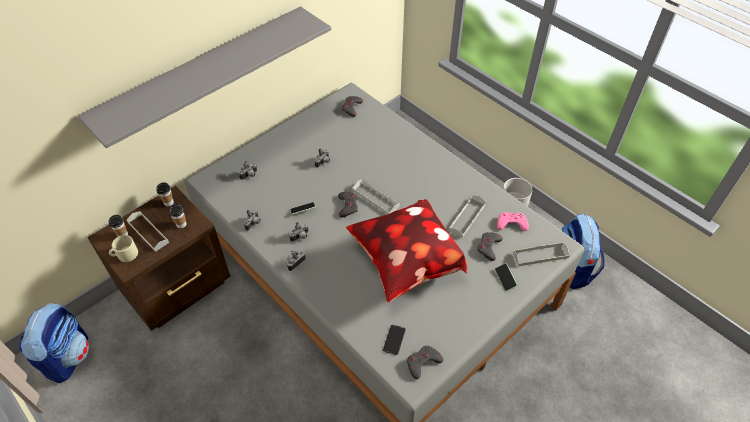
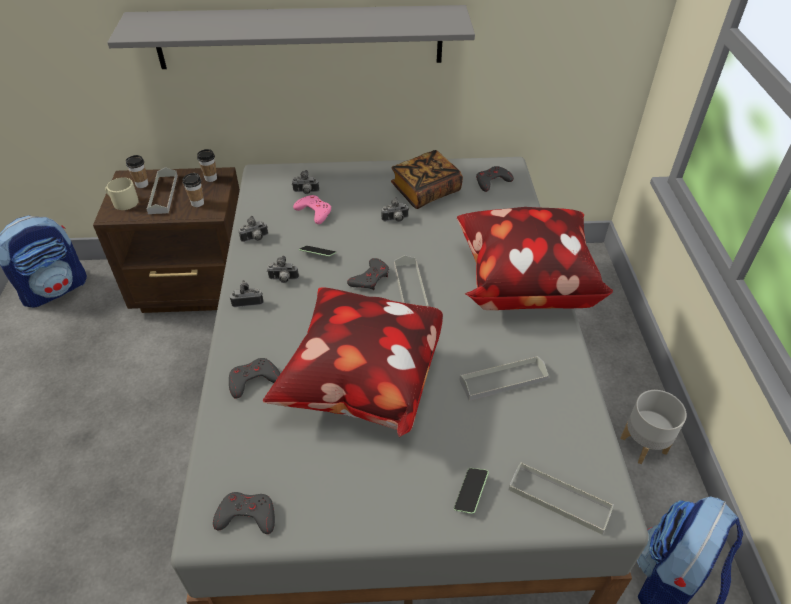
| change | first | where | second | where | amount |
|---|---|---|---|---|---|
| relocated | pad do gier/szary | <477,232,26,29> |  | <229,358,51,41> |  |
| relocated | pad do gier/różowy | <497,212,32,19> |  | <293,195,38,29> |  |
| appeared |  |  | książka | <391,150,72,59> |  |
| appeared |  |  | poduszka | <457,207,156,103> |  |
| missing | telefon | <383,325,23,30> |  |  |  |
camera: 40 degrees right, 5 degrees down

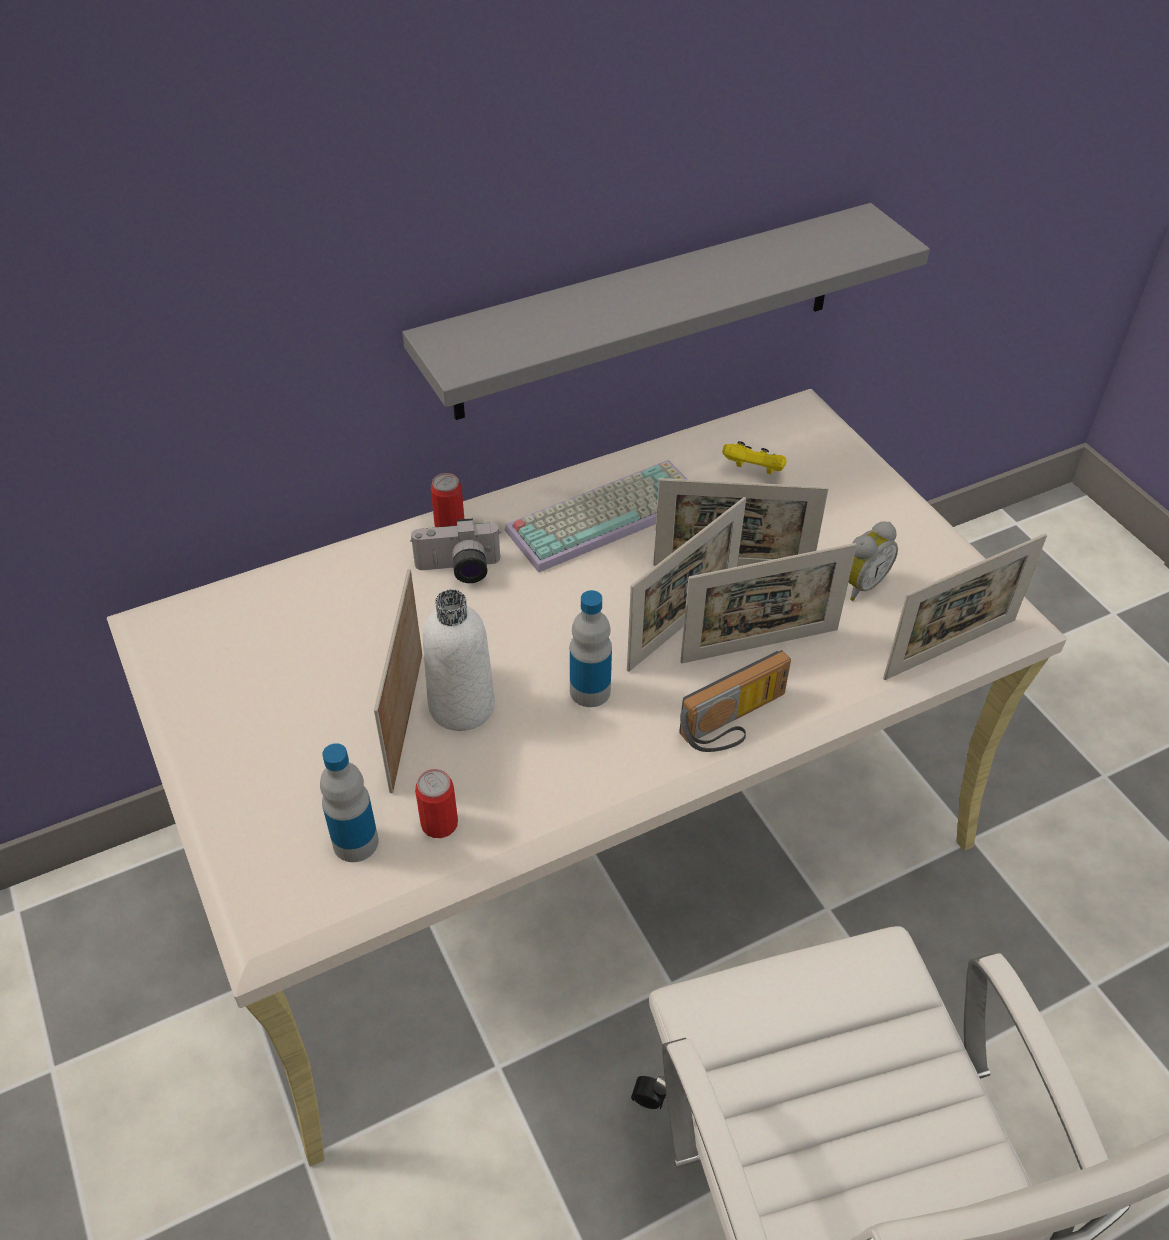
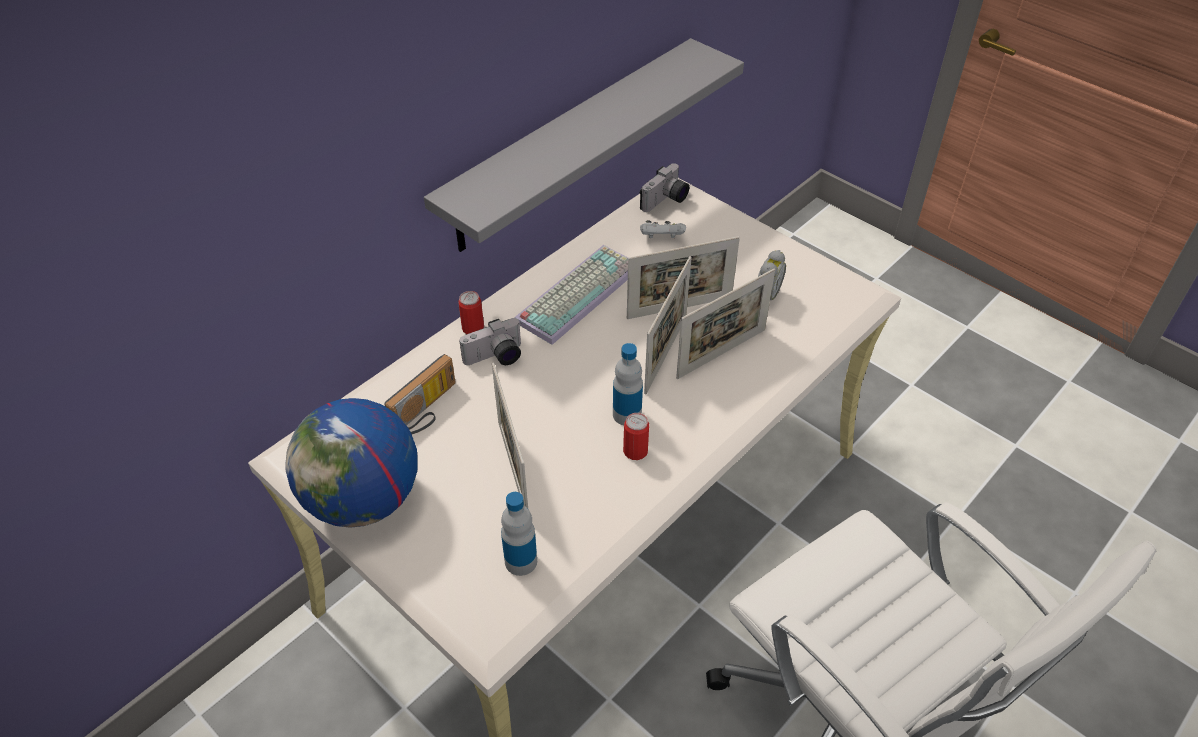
| change | first | where | second | where | amount |
|---|---|---|---|---|---|
| appeared |  |  | globus | <285,398,133,129> |  |
| relocated | radio | <679,650,112,102> |  | <384,354,72,80> |  |
| relocated | puszka | <415,769,43,69> |  | <623,413,26,47> |  |
| appeared |  |  | aparat fotograficzny | <640,163,49,49> |  |
| colour | pad do gier/żółty | <722,441,65,33> | pad do gier/biały | <640,220,46,18> |  |
| missing | butelka/biały | <423,589,72,142> |  |  |  |
| missing | ramka na zdjęcie | <883,534,164,146> |  |  |  |
camera: 20 degrees left, 0 degrees up

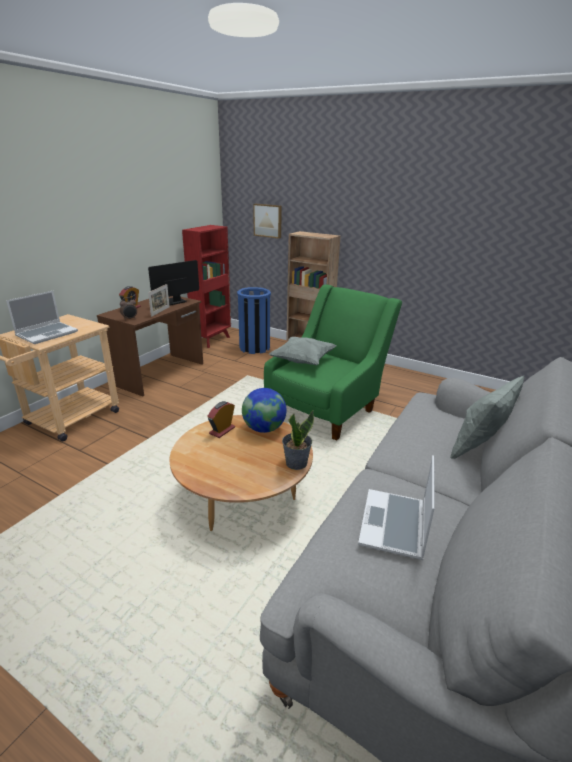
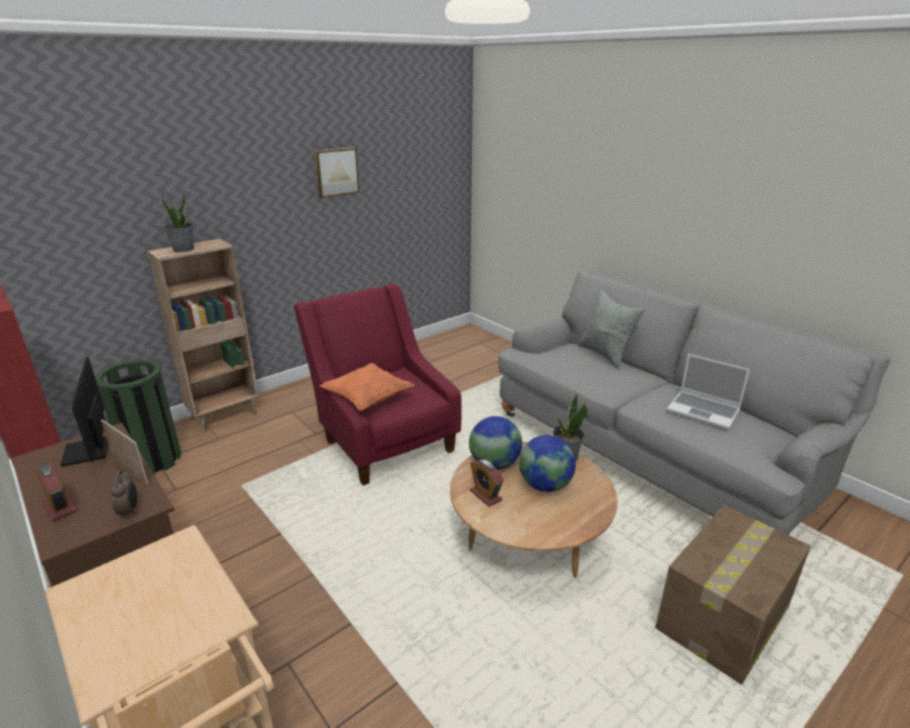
| change | first | where | second | where | amount |
|---|---|---|---|---|---|
| colour | kosz na śmieci/niebieski | <237,287,34,67> | kosz na śmieci/zielony | <95,359,86,116> |  |
| appeared |  |  | roślina doniczkowa | <161,191,33,61> |  |
| colour | fotel/zielony | <264,284,138,156> | fotel/czerwony | <294,284,168,202> |  |
| relocated | obraz | <253,204,29,35> |  | <314,147,46,51> |  |
| colour | poduszka/szary | <269,337,67,28> | poduszka/pomarańczowy | <320,363,95,48> |  |
| appeared |  |  | globus | <519,435,57,57> |  |
| appeared |  |  | karton | <655,505,155,179> |  |
| missing | laptop | <6,291,72,53> |  |  |  |
camera: 70 degrees left, 0 degrees up

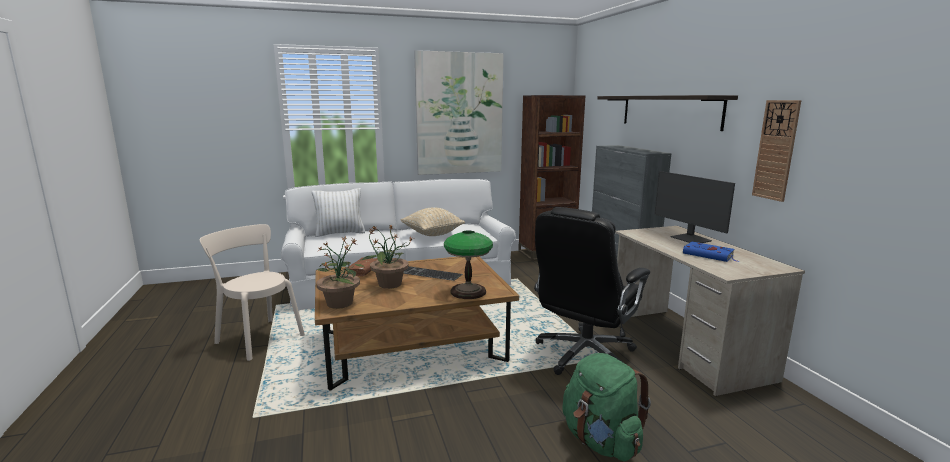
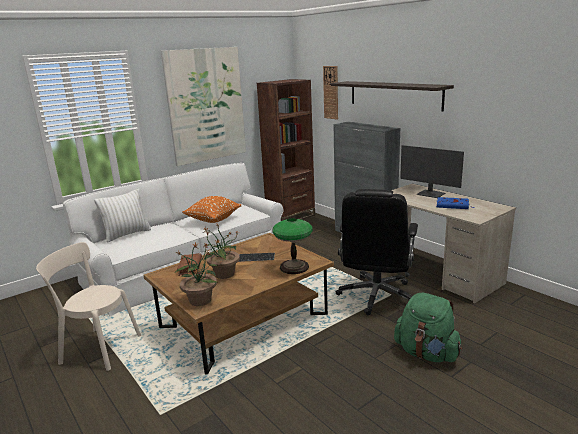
| change | first | where | second | where | amount |
|---|---|---|---|---|---|
| colour | poduszka/beżowy | <400,207,65,29> | poduszka/pomarańczowy | <183,196,58,27> |  |
| relocated | zegar ścienny | <752,100,49,102> |  | <323,66,15,53> |  |
camera: 20 degrees left, 5 degrees up

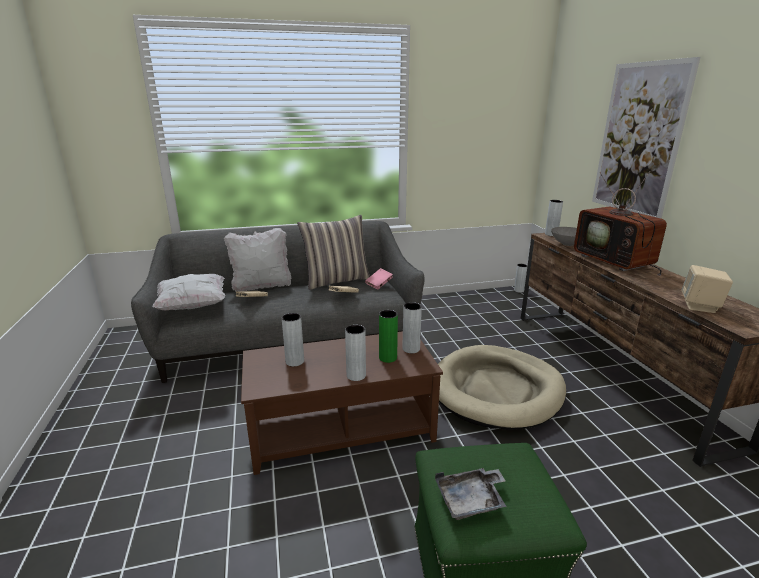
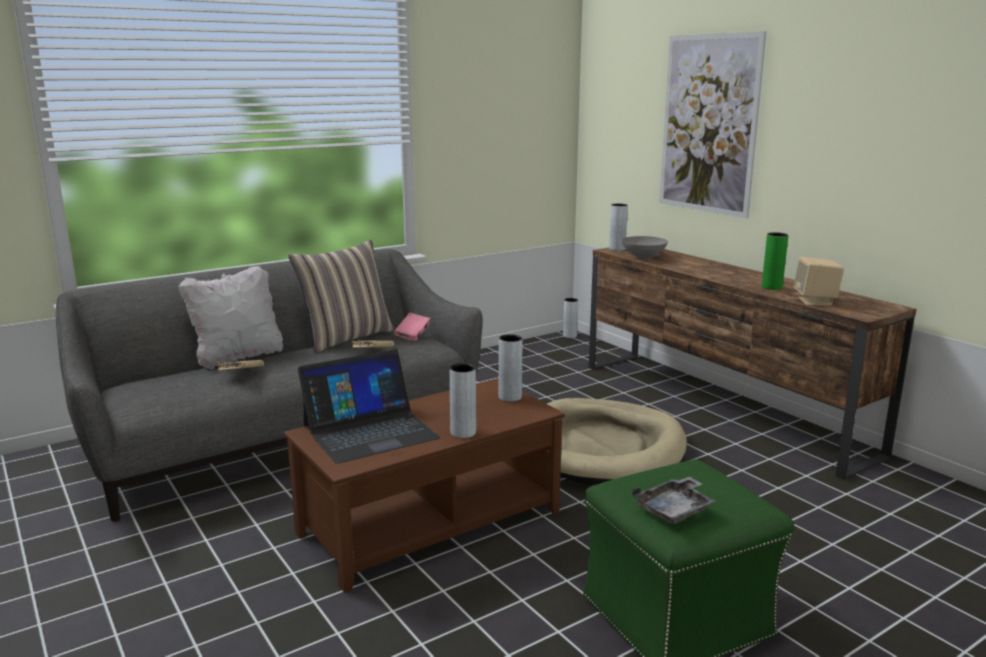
| change | first | where | second | where | amount |
|---|---|---|---|---|---|
| exchanged | wazon/szary | <282,313,22,53> | laptop | <298,349,142,115> |  |
| relocated | wazon/zielony | <379,310,19,53> |  | <762,232,26,58> |  |
| missing | poduszka/biały | <152,274,73,36> |  |  |  |
| missing | telewizor | <574,171,93,105> |  |  |  |
camera: 20 degrees left, 5 degrees down

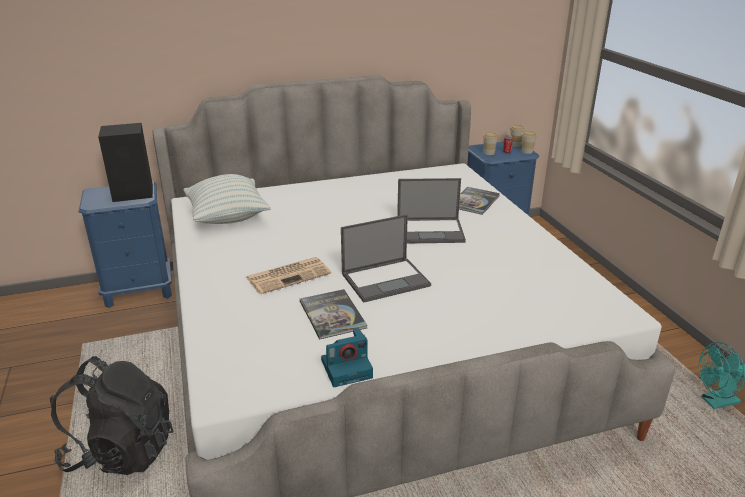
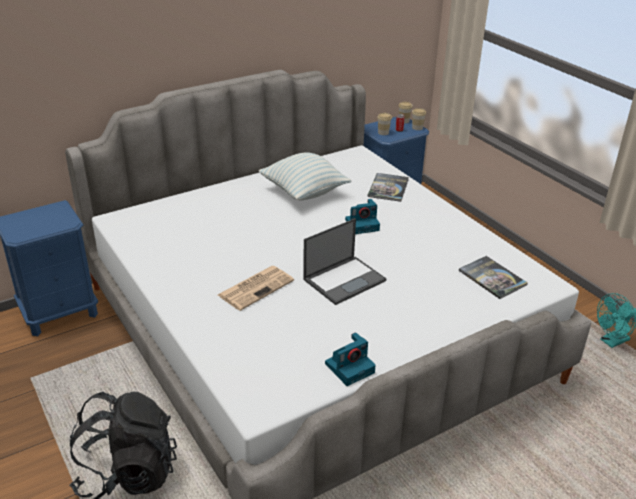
| change | first | where | second | where | amount |
|---|---|---|---|---|---|
| relocated | poduszka | <183,174,88,50> |  | <259,152,93,48> |  |
| exchanged | laptop | <397,178,69,66> | aparat fotograficzny | <345,199,35,35> |  |
| relocated | książka | <300,289,67,51> |  | <459,256,69,43> |  |
| missing | głośnik/czarny | <98,123,55,79> |  |  |  |
camera: 15 degrees left, 5 degrees up

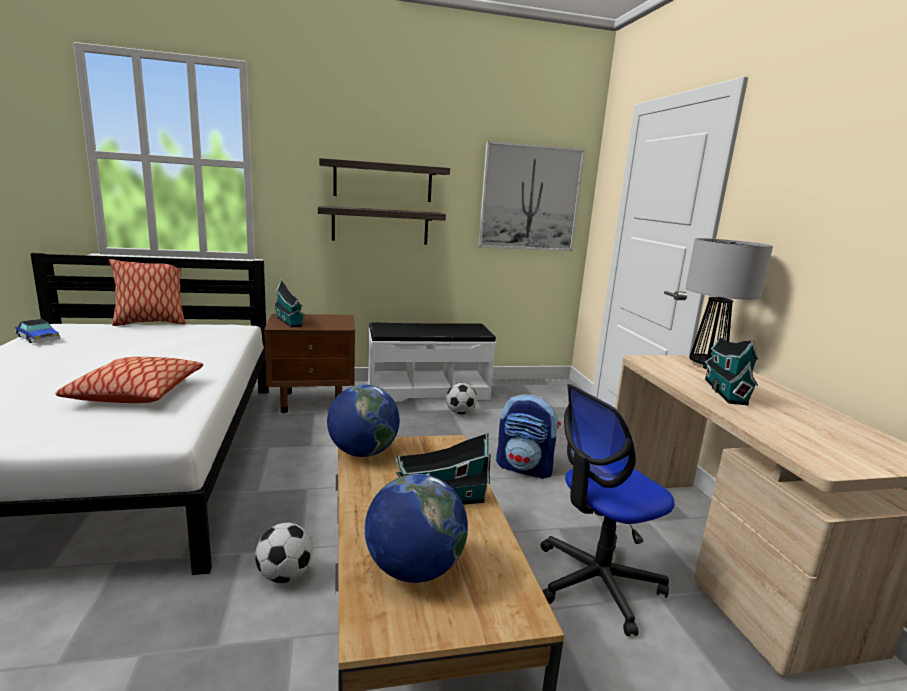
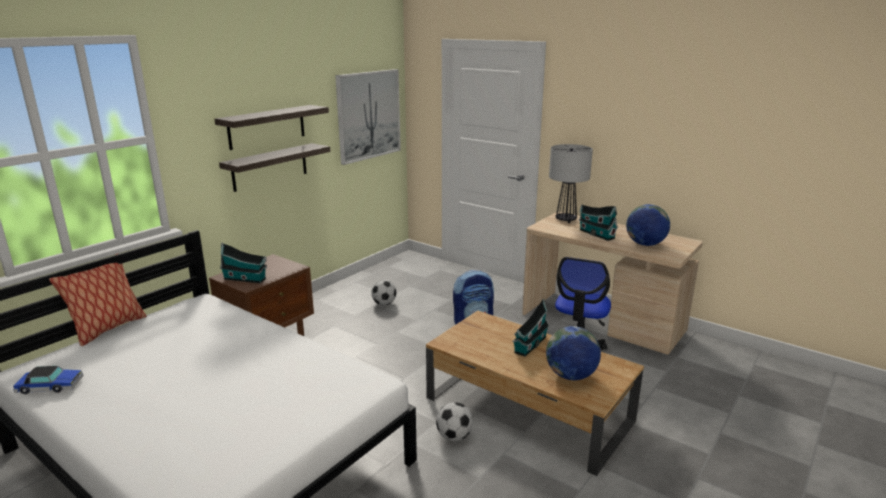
| change | first | where | second | where | amount |
|---|---|---|---|---|---|
| relocated | globus | <327,385,73,72> |  | <626,204,44,42> |  |
| missing | poduszka | <55,357,148,46> |  |  |  |
| missing | ławka/biały | <368,322,128,80> |  |  |  |
camera: 40 degrees left, 5 degrees up

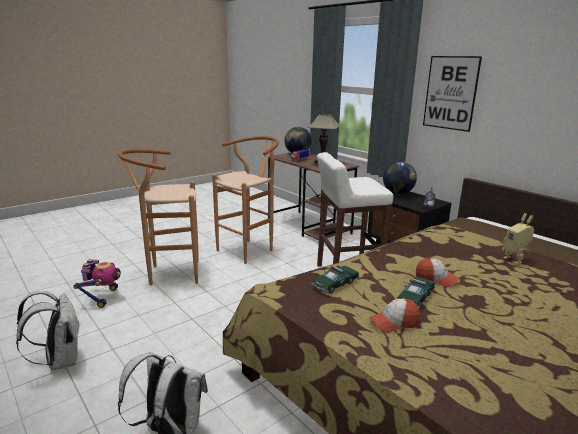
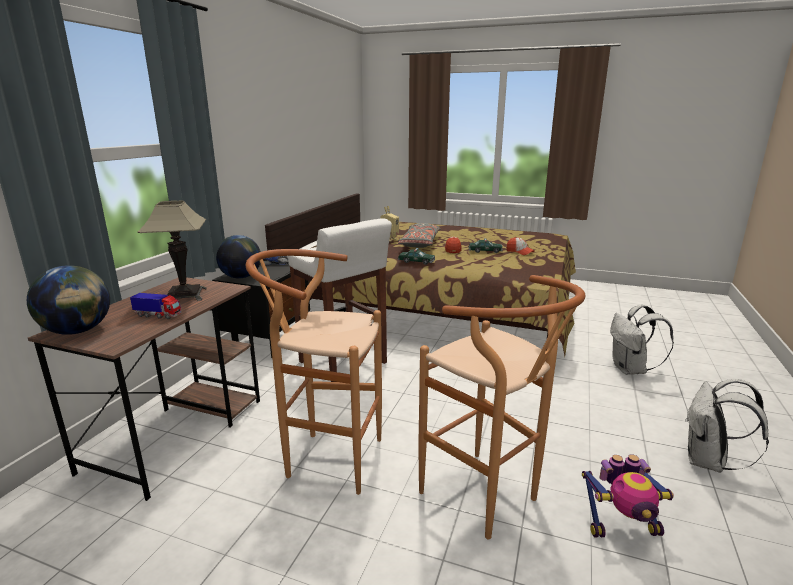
| change | first | where | second | where | amount |
|---|---|---|---|---|---|
| appeared |  |  | poduszka/szary | <398,223,43,25> |  |
| relocated | samochodzik | <311,265,49,28> |  | <398,248,37,17> |  |
| spun | robot zabawkowy | <73,259,48,49> |  | <582,454,92,84> | 150 degrees counterclockwise |
| missing | obraz | <423,56,59,76> |  |  |  |
camera: 120 degrees left, 0 degrees up

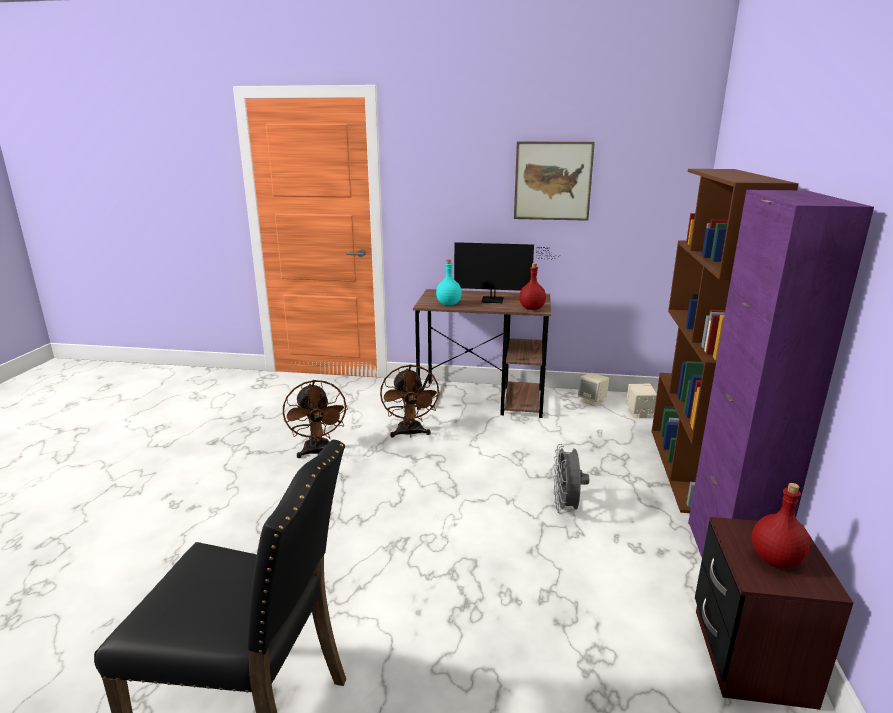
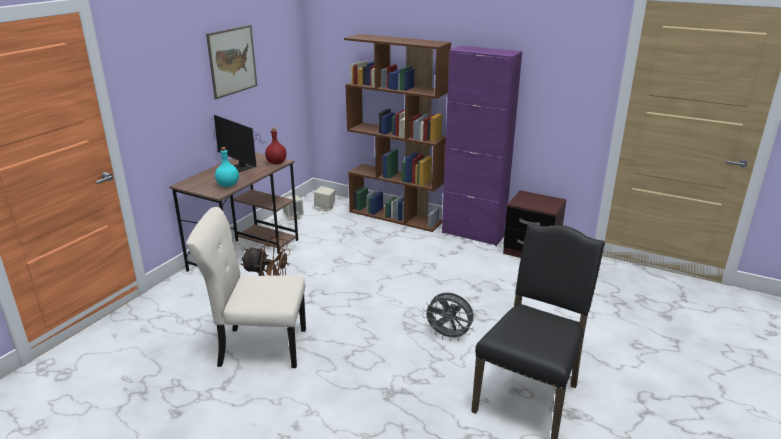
| change | first | where | second | where | amount |
|---|---|---|---|---|---|
| exchanged | wentylator/brązowy | <283,380,65,78> | krzesło/beżowy | <186,207,120,161> |  |
| spun | monitor | <454,242,102,61> |  | <214,115,50,57> | 105 degrees clockwise |
| relocated | wentylator/szary | <553,444,36,70> |  | <423,293,51,48> |  |
| missing | butelka/czerwony | <752,483,58,85> |  |  |  |
camera: 70 degrees left, 5 degrees up

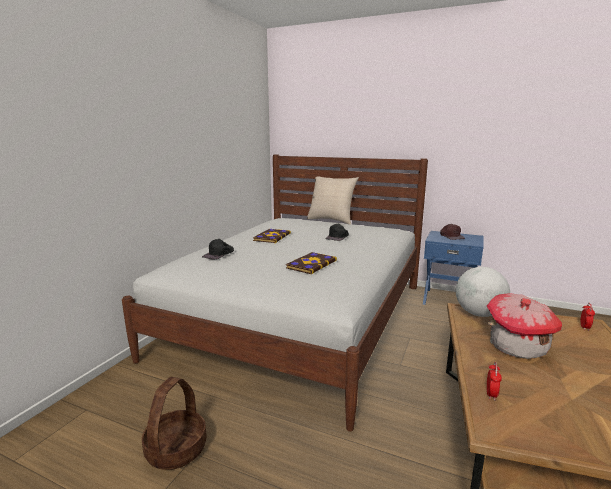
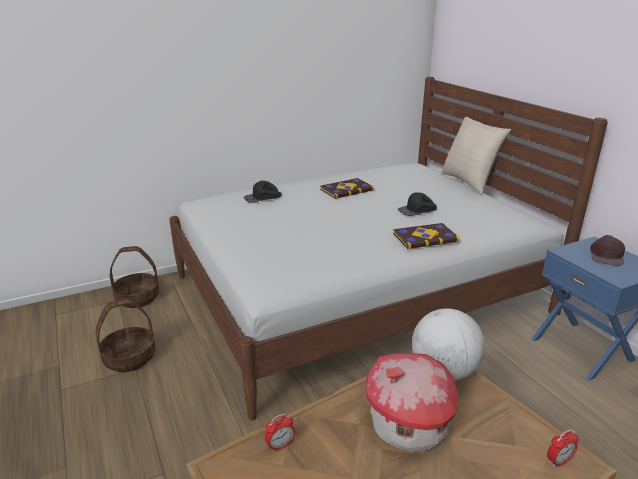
| change | first | where | second | where | amount |
|---|---|---|---|---|---|
| appeared |  |  | koszyk | <110,246,49,62> |  |
| relocated | książka | <286,252,51,22> |  | <393,223,67,26> |  |
camera: 40 degrees right, 10 degrees up

